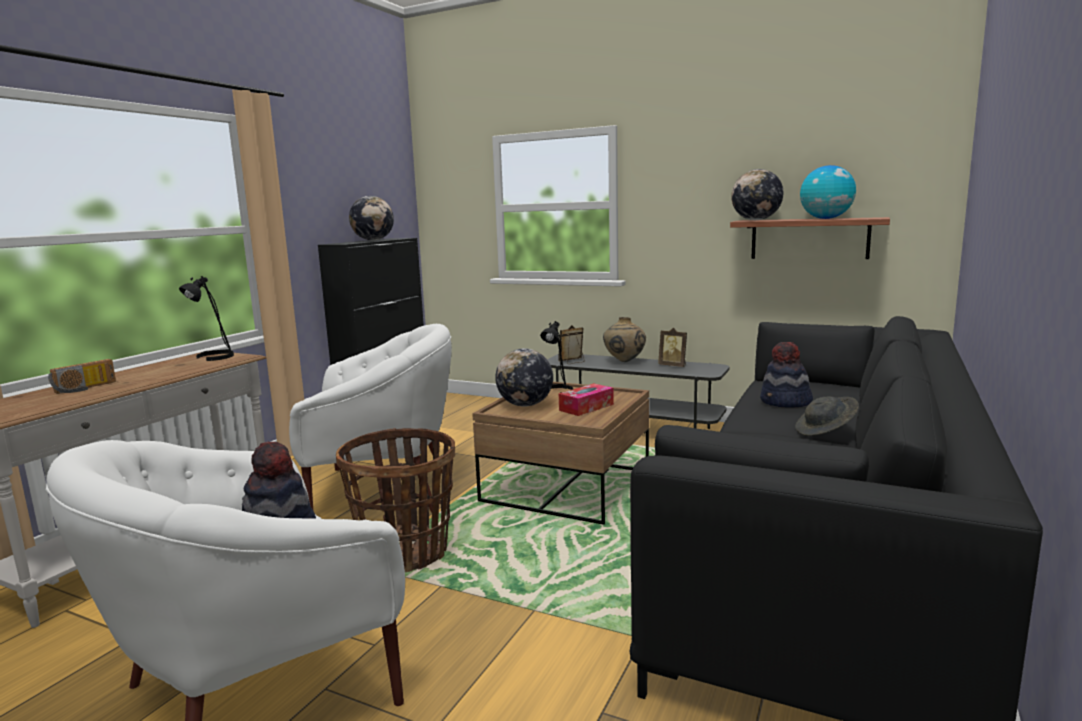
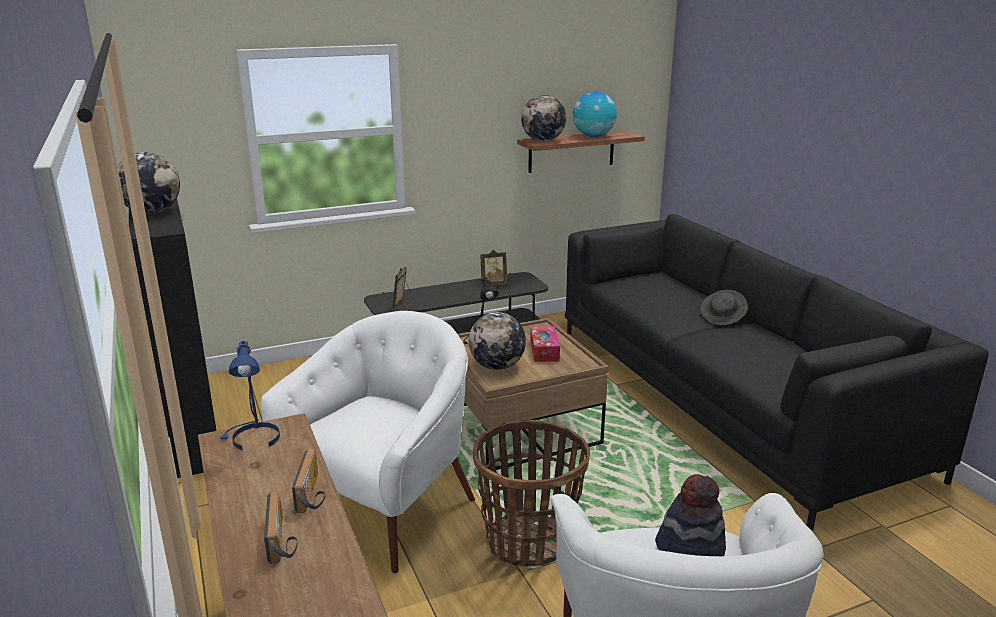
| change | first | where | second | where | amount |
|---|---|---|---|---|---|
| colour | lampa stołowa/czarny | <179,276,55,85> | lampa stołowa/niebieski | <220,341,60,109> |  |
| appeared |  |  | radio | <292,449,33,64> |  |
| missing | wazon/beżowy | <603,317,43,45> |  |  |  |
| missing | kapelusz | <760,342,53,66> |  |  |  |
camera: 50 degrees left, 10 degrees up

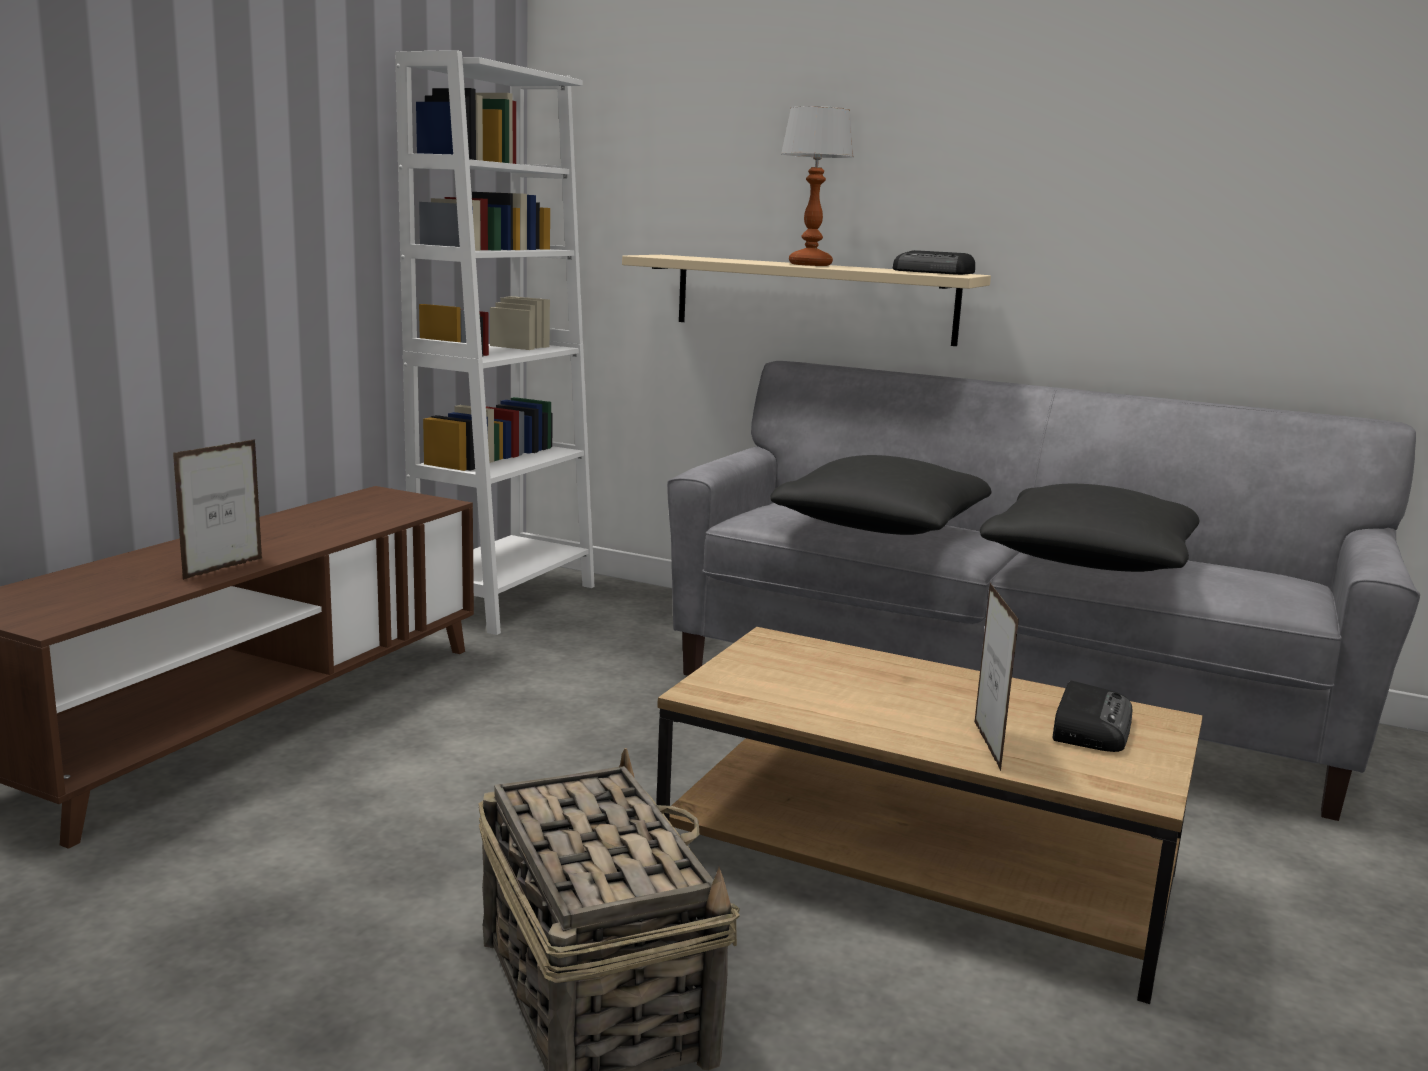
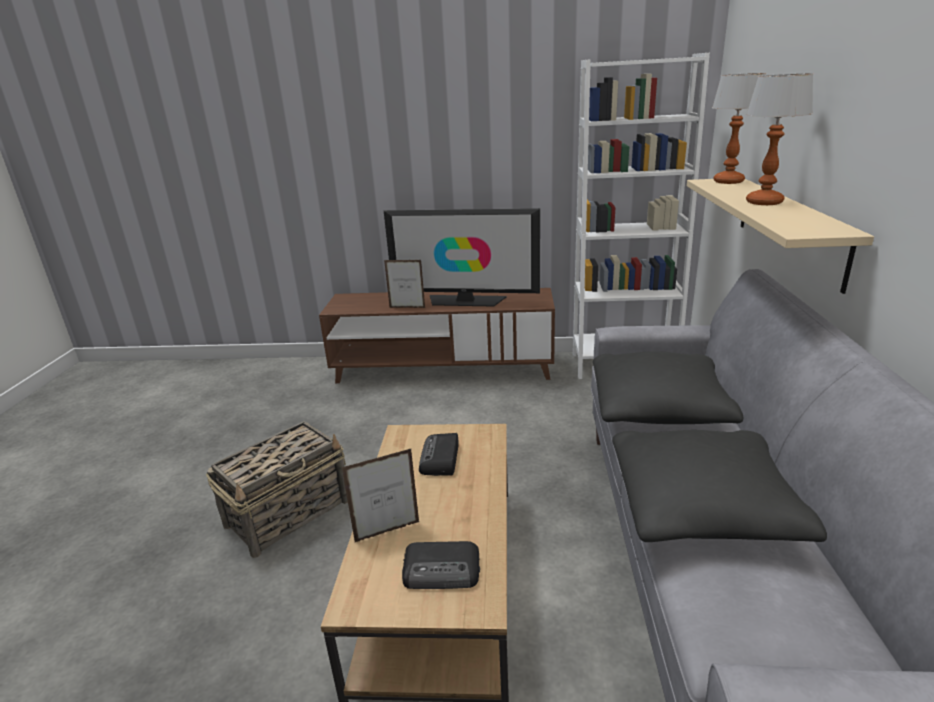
| change | first | where | second | where | amount |
|---|---|---|---|---|---|
| appeared |  |  | telewizor | <384,208,156,99> |  |
| relocated | radio | <893,250,82,25> |  | <419,433,40,43> |  |
| appeared |  |  | lampa stołowa | <712,73,54,111> |  |
camera: 70 degrees right, 10 degrees up

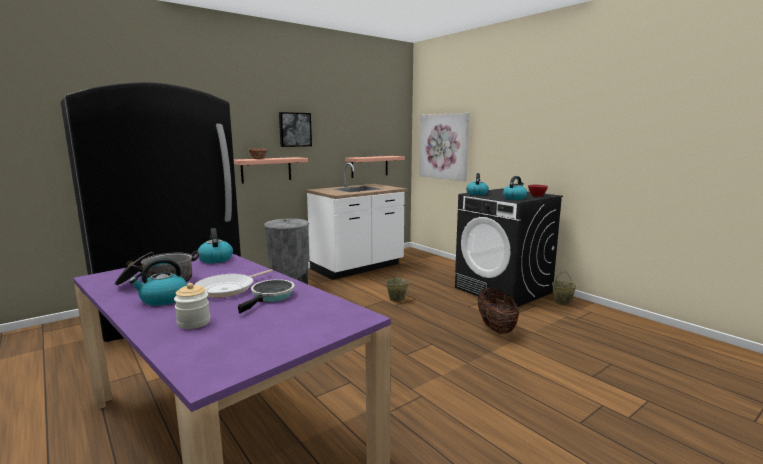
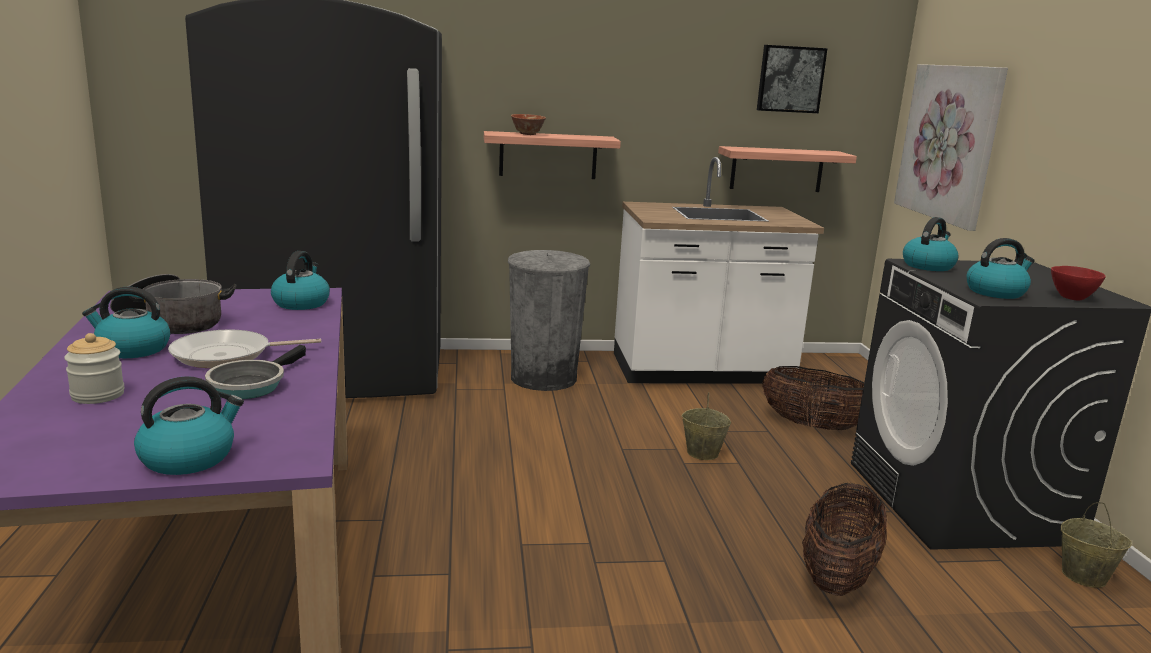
| change | first | where | second | where | amount |
|---|---|---|---|---|---|
| appeared |  |  | czajnik | <134,376,110,99> |  |
| spun | patelnia | <238,279,57,35> |  | <205,345,101,54> | 150 degrees clockwise |
| relocated | obraz | <279,112,33,35> |  | <757,45,71,68> |  |
| appeared |  |  | koszyk | <762,366,102,65> |  |
camera: 30 degrees right, 5 degrees up

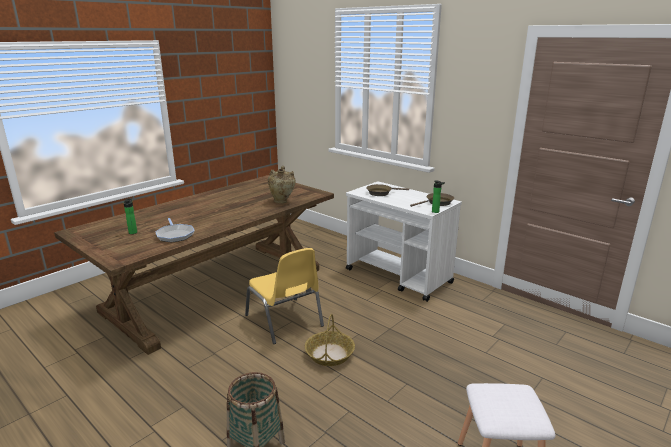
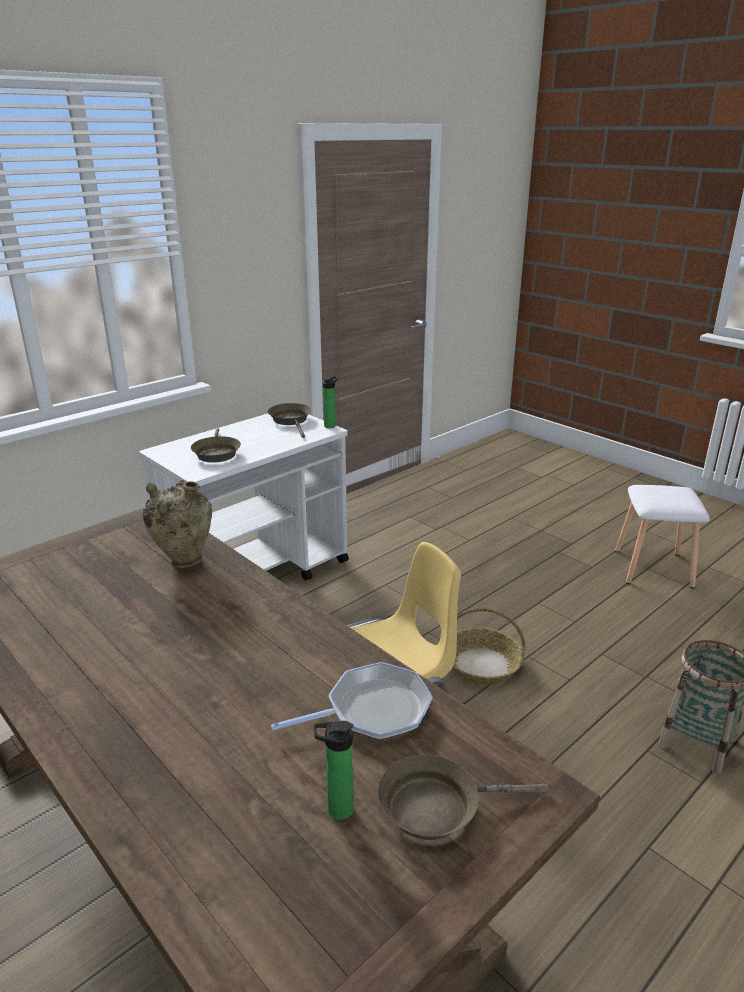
| change | first | where | second | where | amount |
|---|---|---|---|---|---|
| appeared |  |  | patelnia/brązowy | <378,755,171,85> |  |
camera: 85 degrees left, 5 degrees up

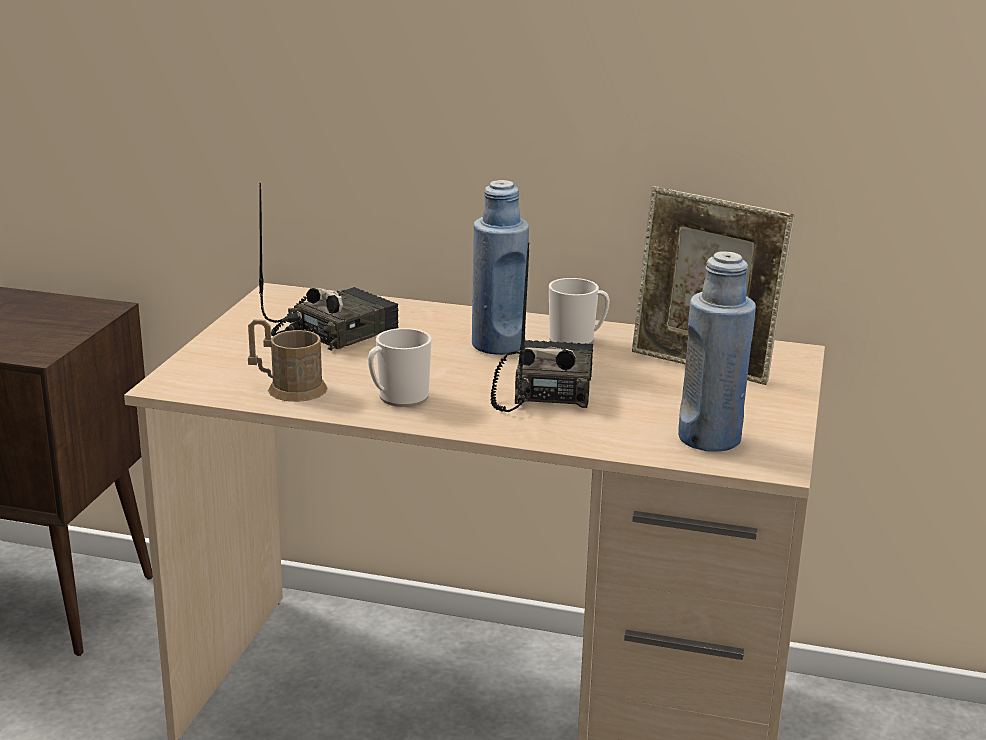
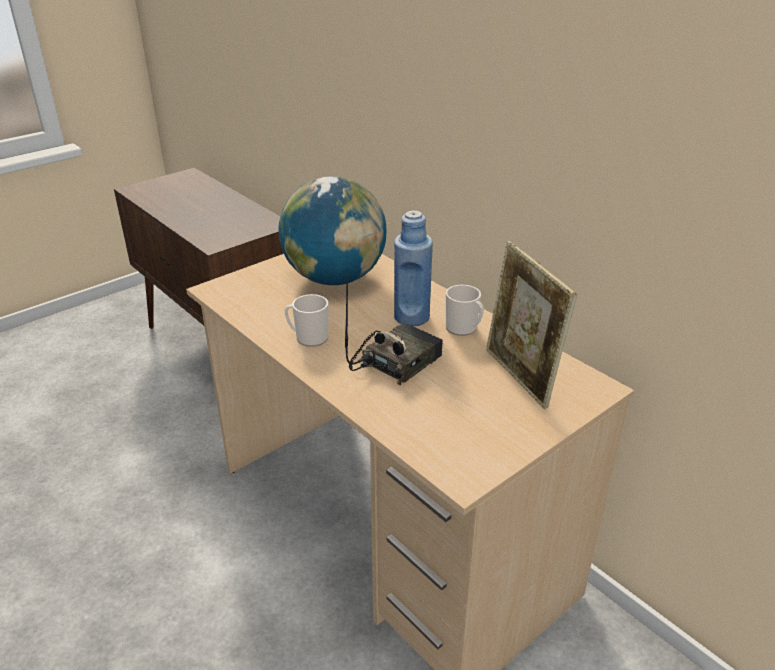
| change | first | where | second | where | amount |
|---|---|---|---|---|---|
| exchanged | radio | <259,183,139,168> | globus | <278,176,108,109> |  |
| missing | kubek/brązowy | <248,319,80,83> |  |  |  |
| missing | butelka/niebieski | <678,251,78,201> |  |  |  |
camera: 35 degrees right, 10 degrees up

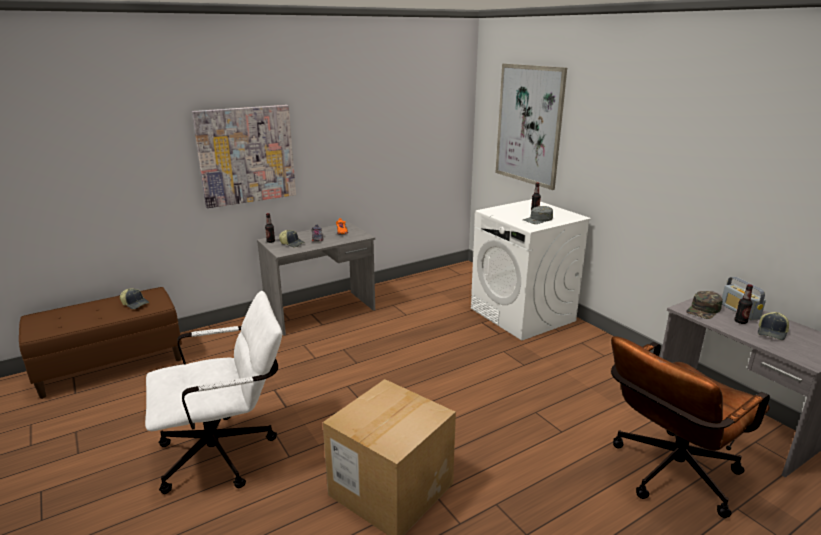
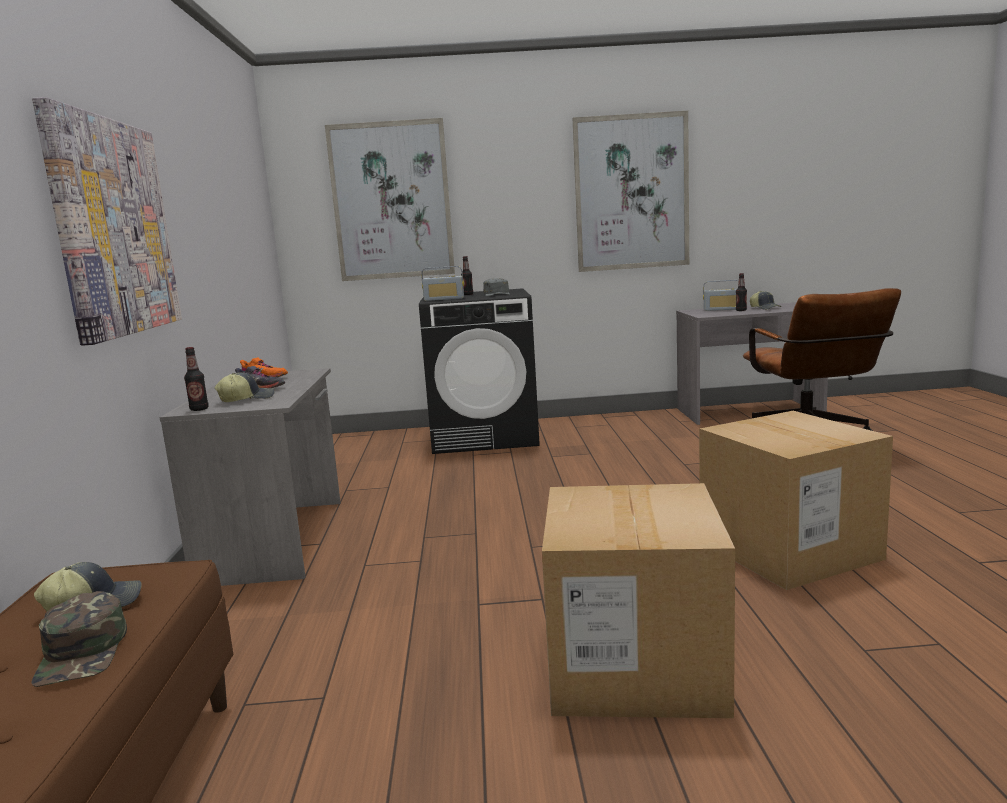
| change | first | where | second | where | amount |
|---|---|---|---|---|---|
| relocated | czapka z daszkiem/zielony | <686,291,37,28> |  | <31,591,96,96> |  |
| colour | pralka/biały | <471,199,120,141> | pralka/czarny | <419,288,121,166> |  |
| appeared |  |  | radio | <421,266,43,35> |  |
| exchanged | krzesło biurowe/biały | <145,291,137,203> | karton | <542,483,193,235> |  |
| appeared |  |  | obraz | <573,111,116,161> |  |
camera: 60 degrees left, 10 degrees down

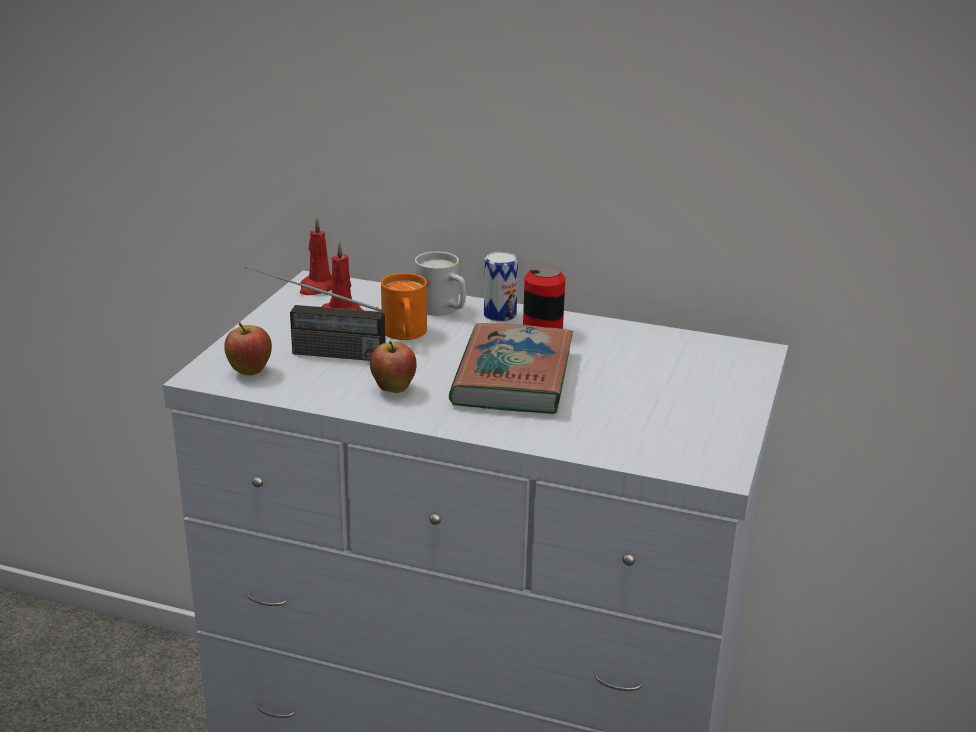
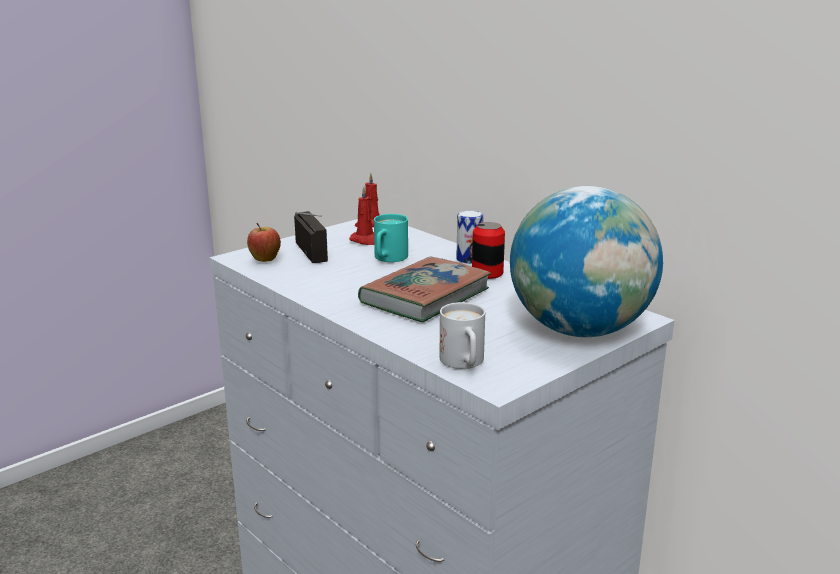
| change | first | where | second | where | amount |
|---|---|---|---|---|---|
| spun | radio | <245,266,140,95> |  | <294,211,34,52> | 150 degrees counterclockwise |
| colour | kubek/pomarańczowy | <381,273,46,67> | kubek/turkusowy | <374,214,34,48> |  |
| relocated | kubek/biały | <415,252,51,64> |  | <440,302,45,67> |  |
| appeared |  |  | globus | <510,186,153,151> |  |
| missing | jabłko | <370,341,47,52> |  |  |  |
camera: 30 degrees right, 5 degrees down

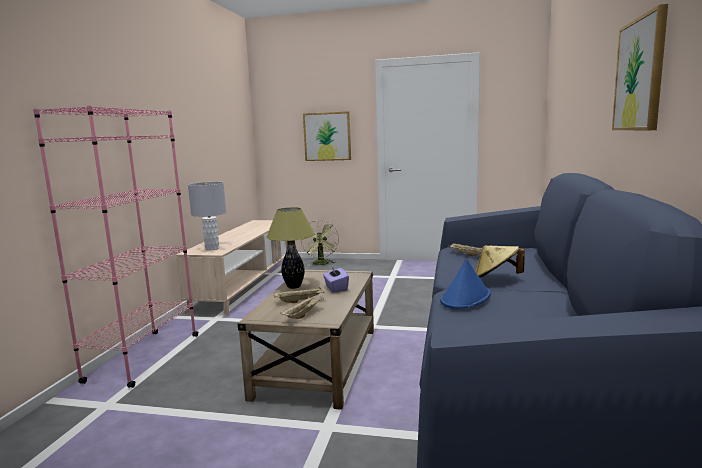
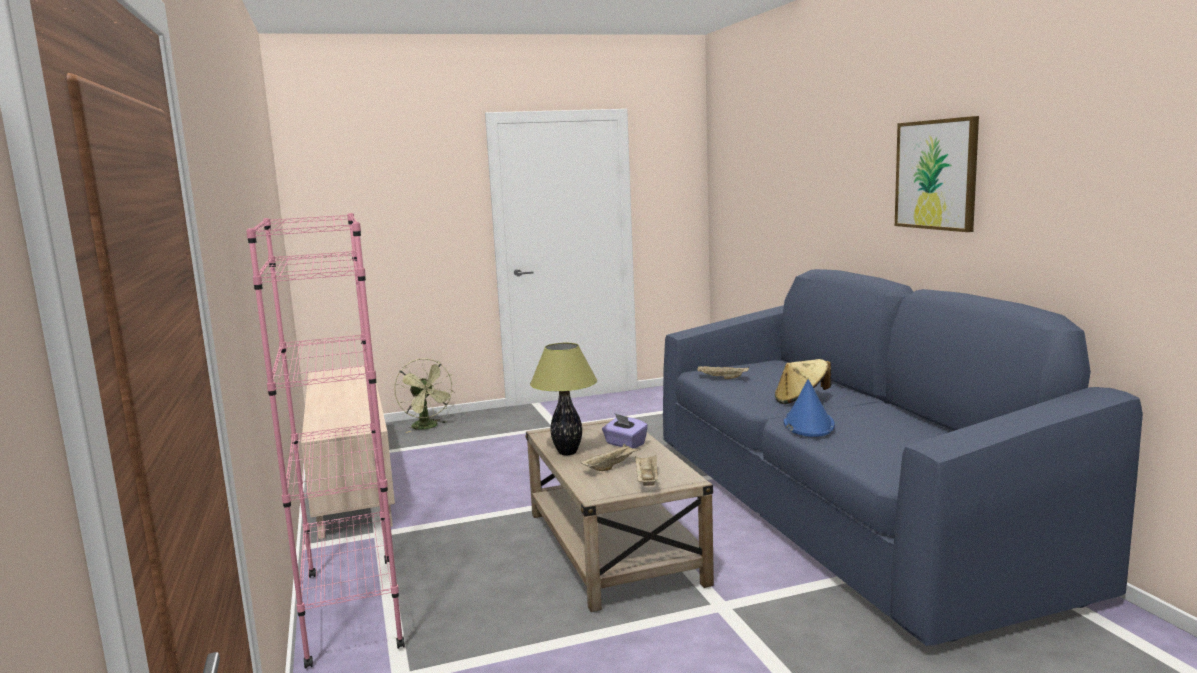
| change | first | where | second | where | amount |
|---|---|---|---|---|---|
| missing | lampa stołowa/szary | <188,182,38,68> |  |  |  |
| missing | obraz | <303,111,48,50> |  |  |  |
camera: 30 degrees left, 0 degrees up

